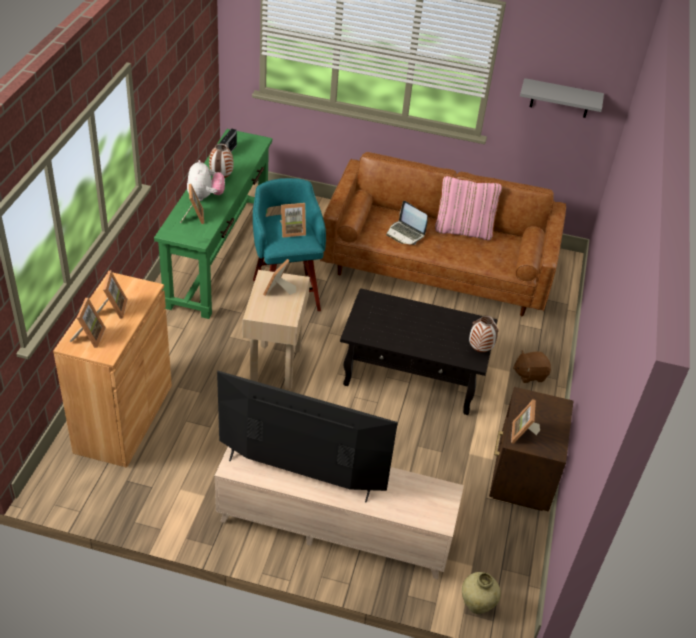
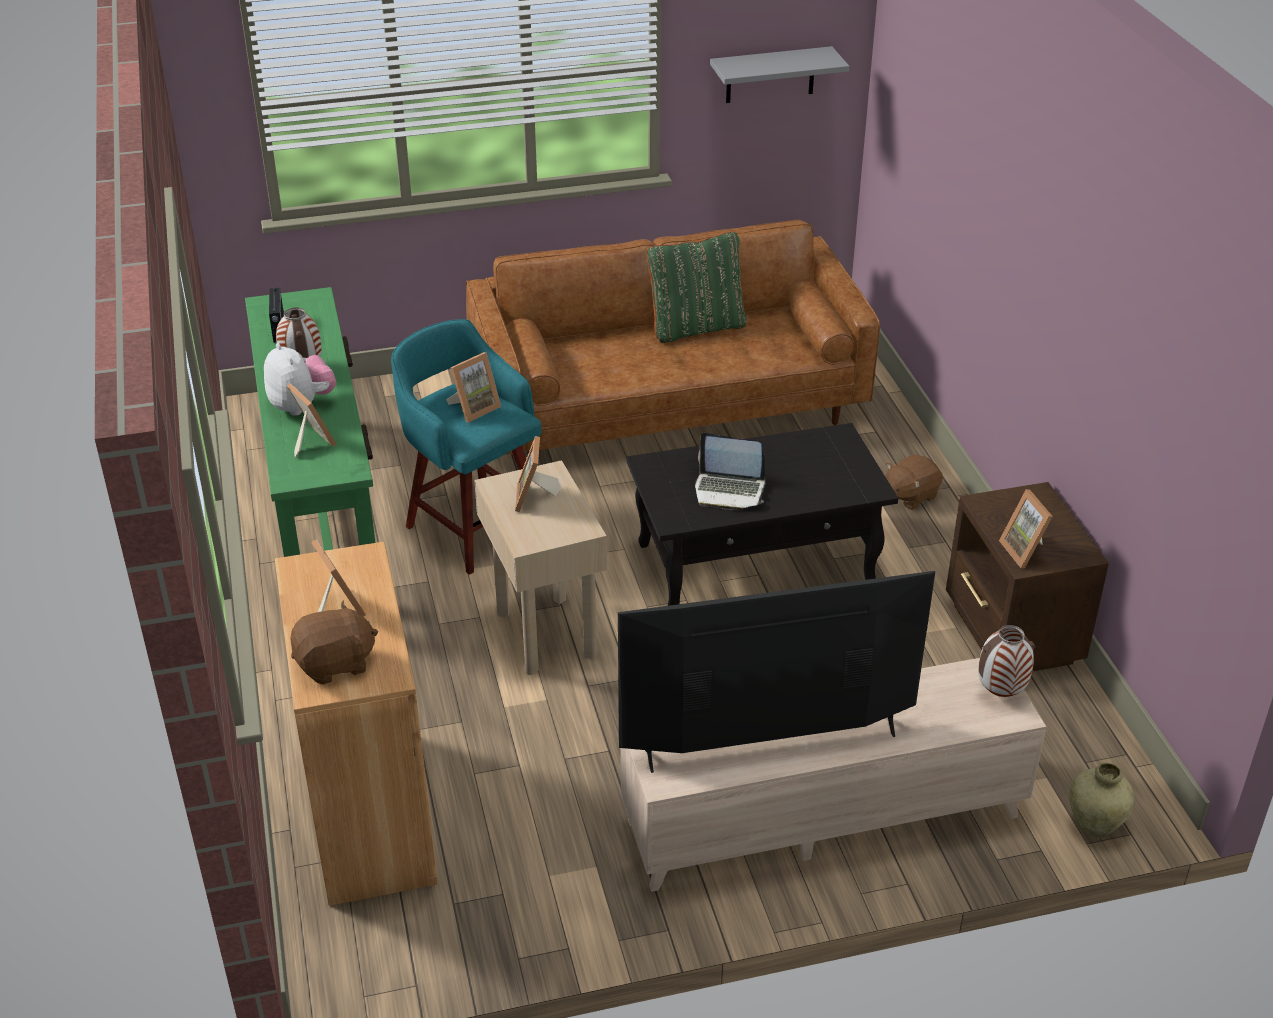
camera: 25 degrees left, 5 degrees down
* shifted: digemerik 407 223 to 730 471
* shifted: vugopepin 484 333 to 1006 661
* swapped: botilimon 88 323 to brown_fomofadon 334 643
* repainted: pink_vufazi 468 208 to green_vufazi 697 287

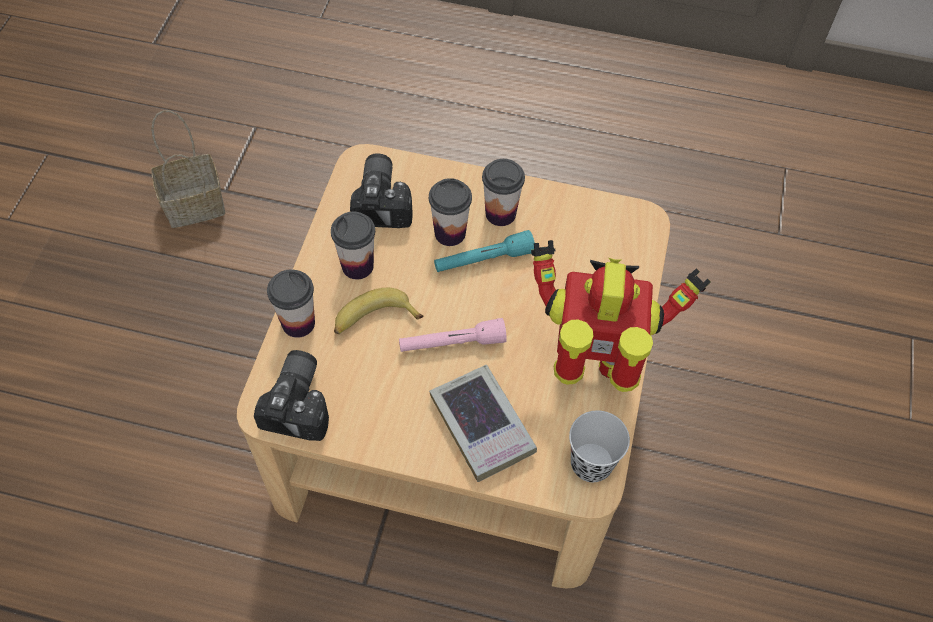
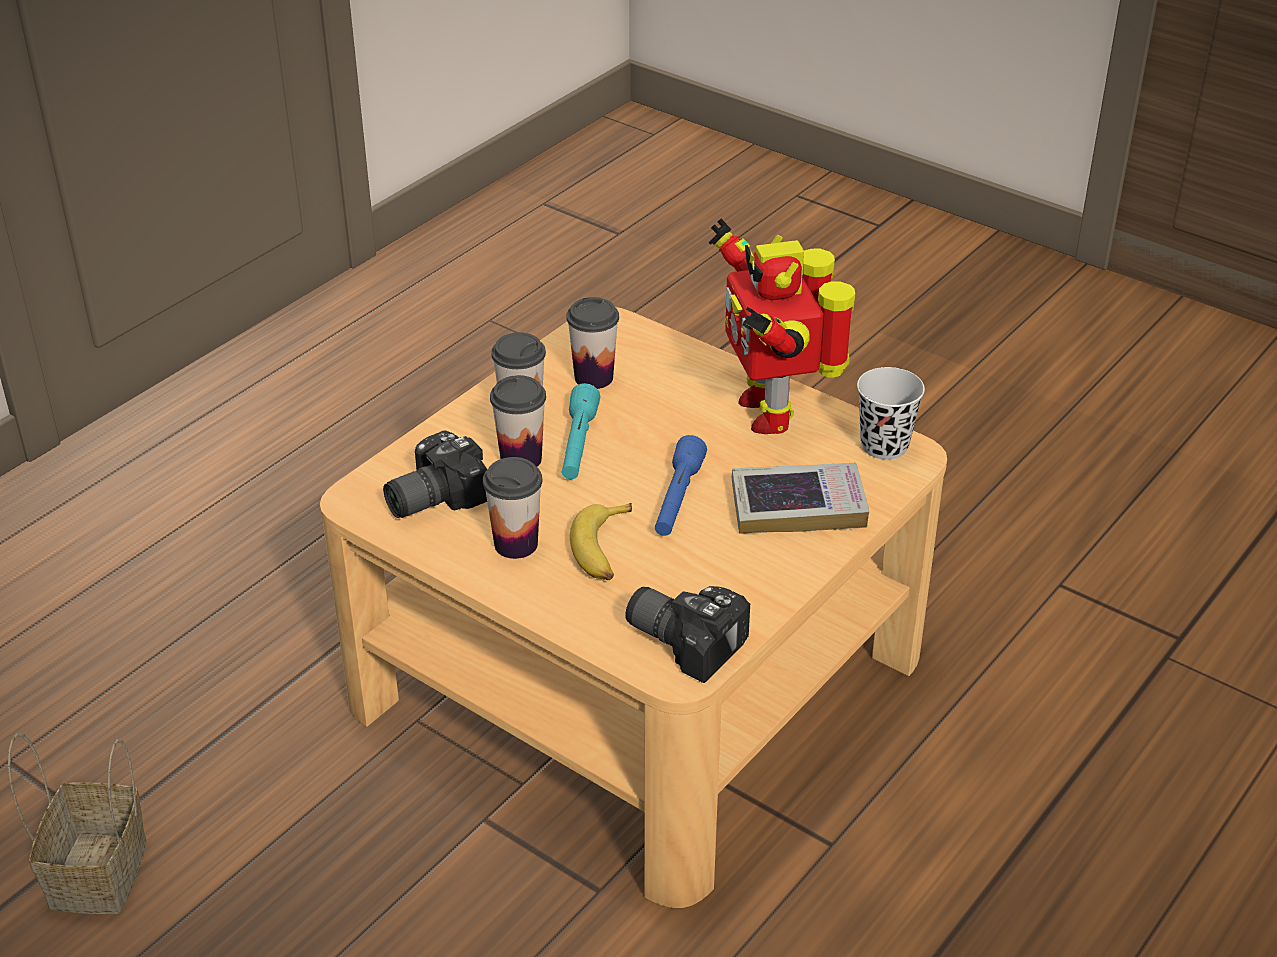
camera: 65 degrees left, 20 degrees down
* shifted: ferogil 291 303 to 592 343
* repainted: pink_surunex 453 335 to blue_surunex 681 485
* rotated: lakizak 381 190 = 435 474 60 degrees counterclockwise
* rotated: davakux 621 316 = 781 326 45 degrees counterclockwise

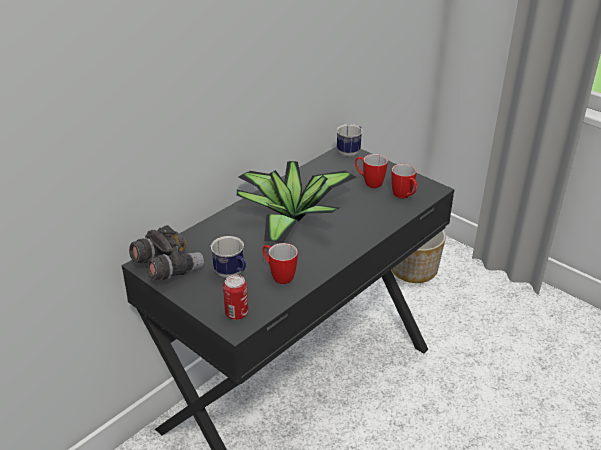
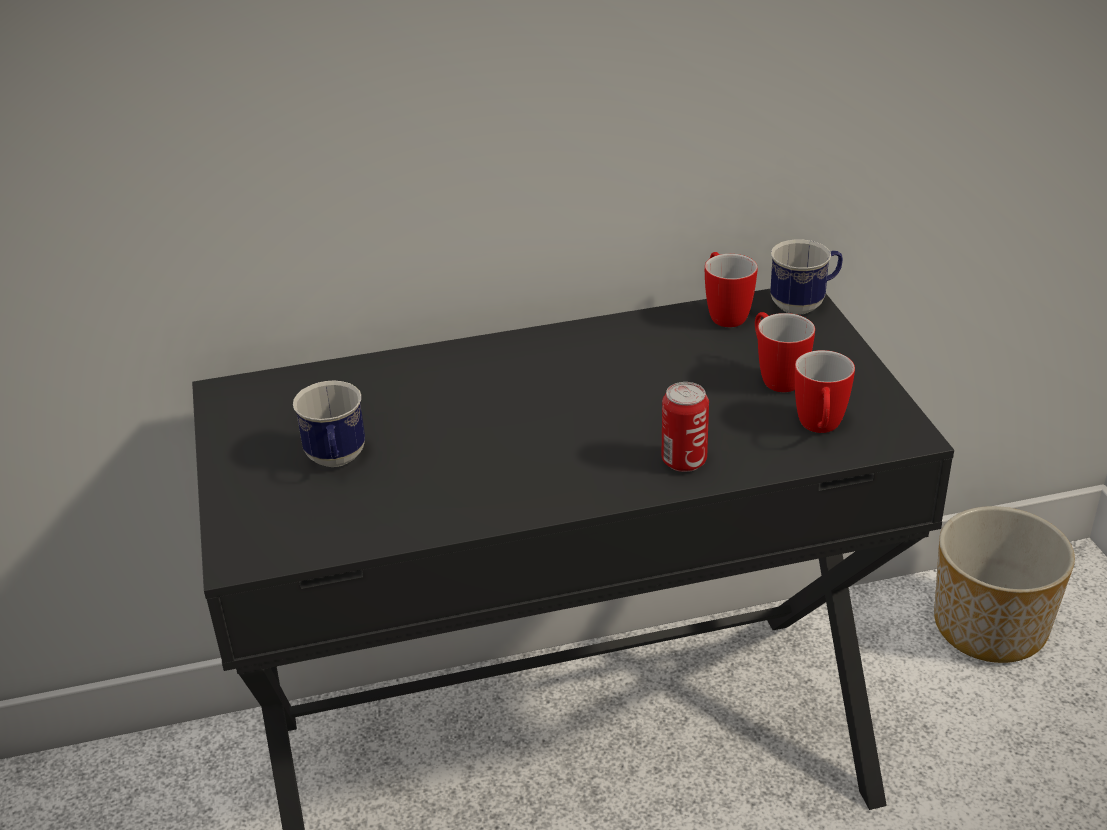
camera: 35 degrees right, 0 degrees up
* gone: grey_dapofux 166 253
* gone: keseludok 296 202
* shifted: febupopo 235 297 to 685 427
* shifted: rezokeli 280 263 to 731 289

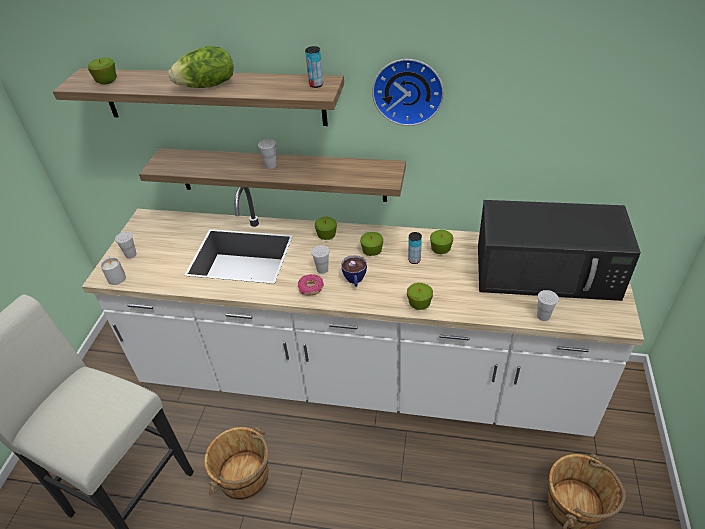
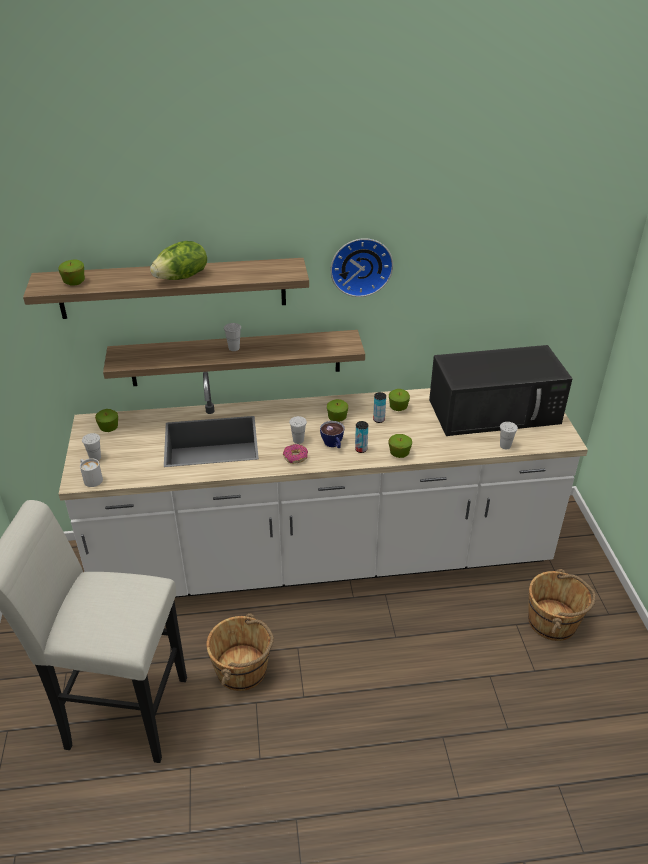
camera: 20 degrees left, 5 degrees down
* shifted: febupopo 314 67 to 361 437
* shifted: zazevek 326 228 to 106 420

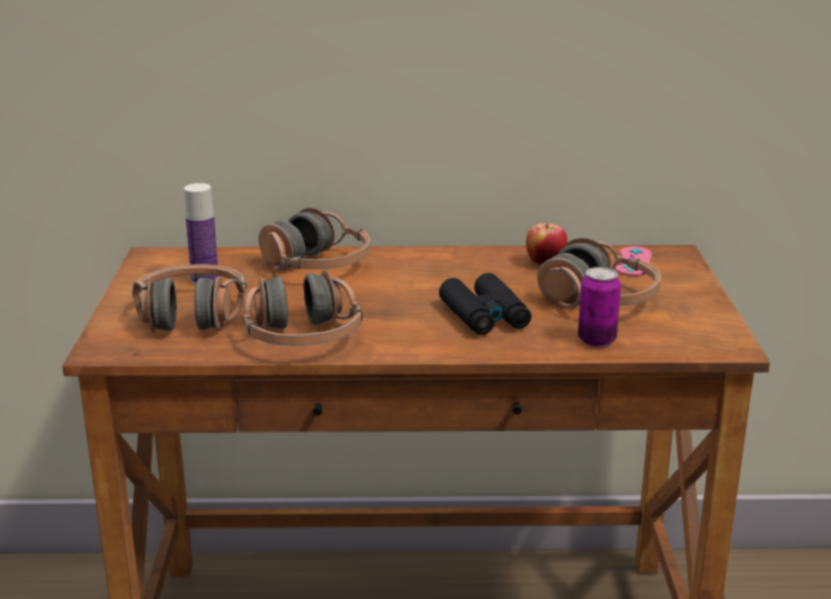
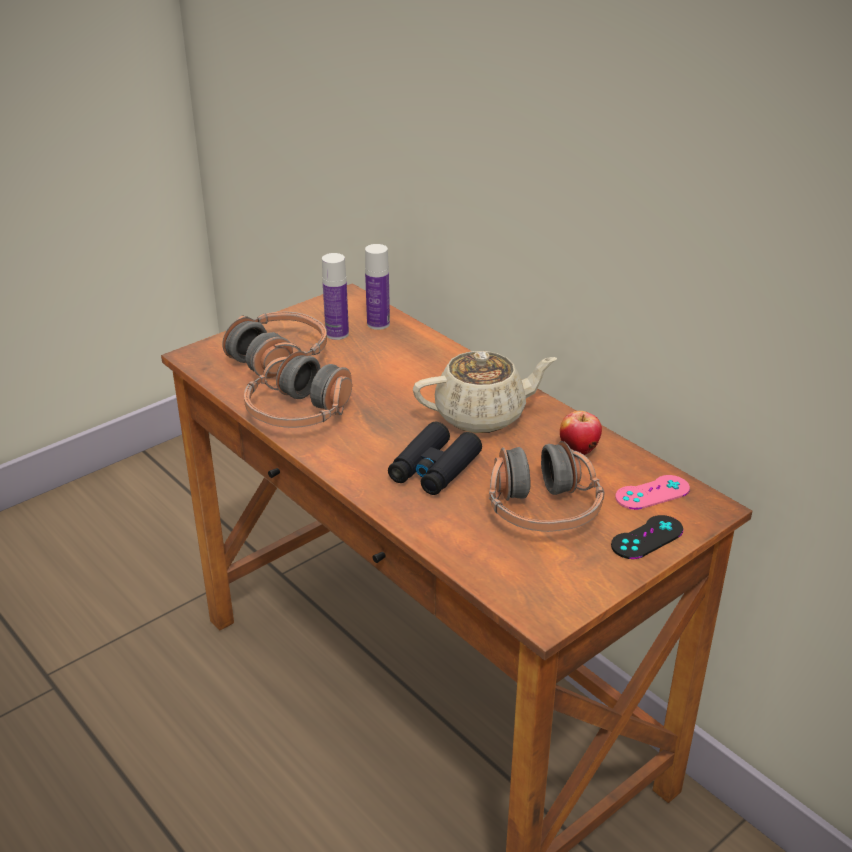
camera: 50 degrees right, 10 degrees up
* gone: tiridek 315 239
* gone: febupopo 599 307
* new: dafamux 377 287
* new: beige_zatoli 485 392
* new: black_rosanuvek 647 537

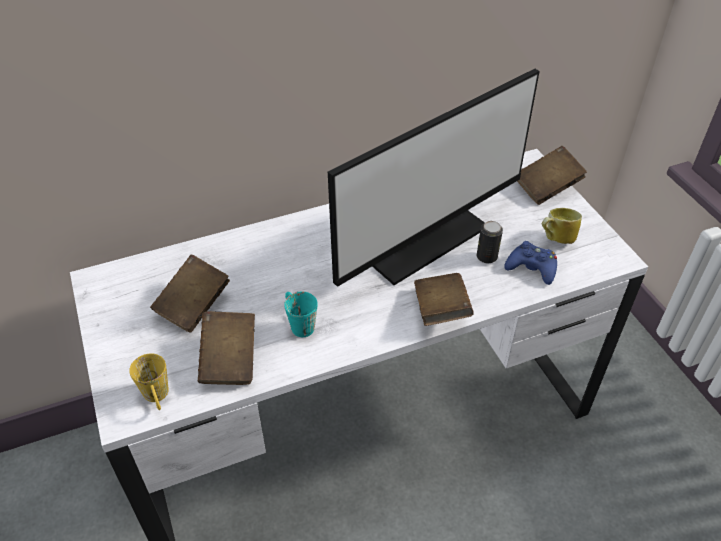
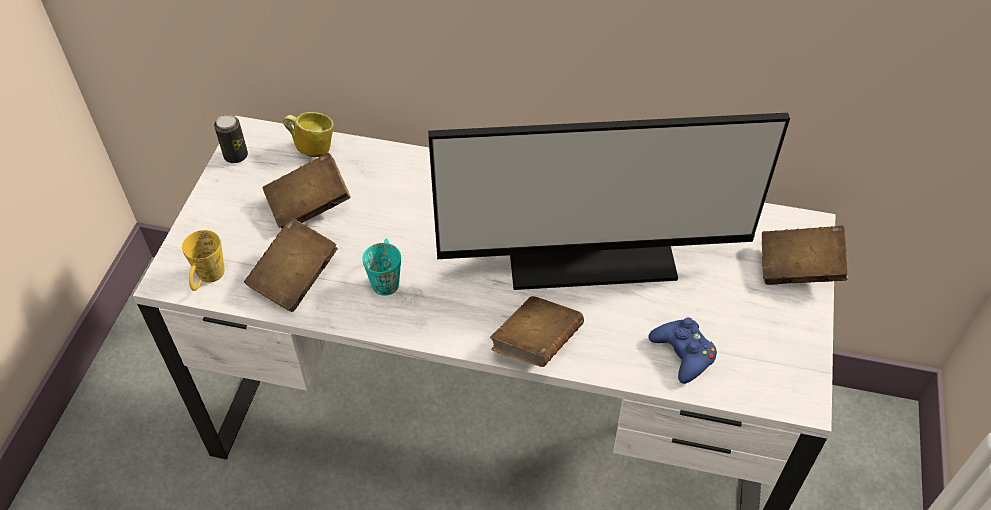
camera: 35 degrees right, 5 degrees up
* shifted: febupopo 490 242 to 231 138
* shifted: rezokeli 562 226 to 308 134

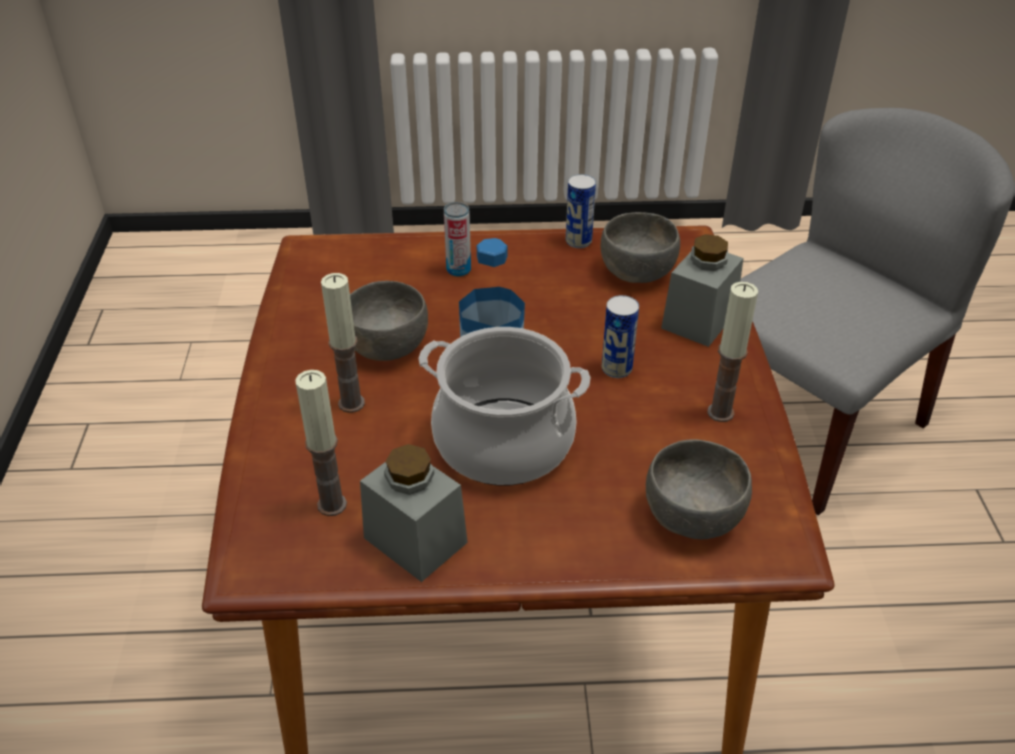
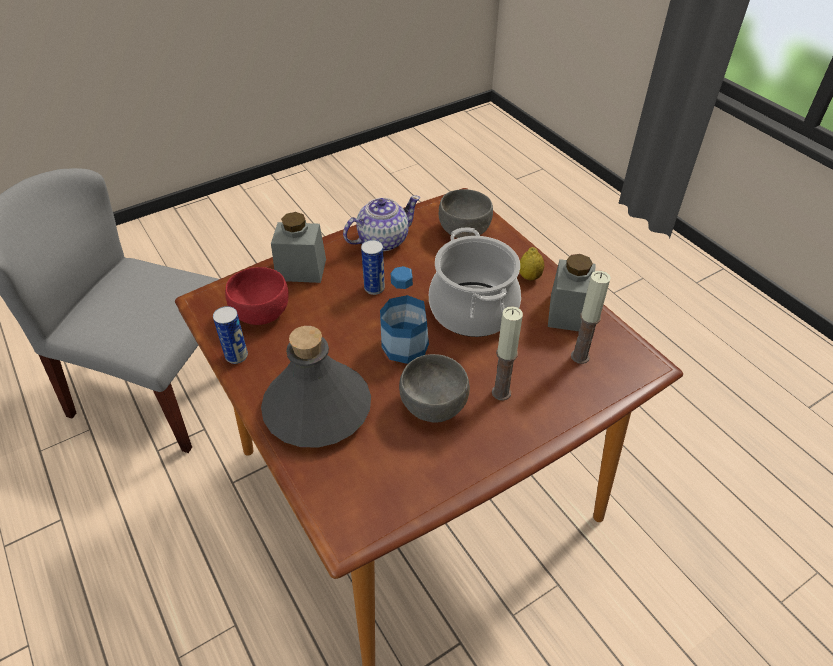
camera: 120 degrees left, 5 degrees up
* new: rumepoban 531 264
* swapped: febupopo 457 239 to grey_dafamux 316 387
* swapped: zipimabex 732 352 to zatoli 381 223
* repainted: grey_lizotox 640 247 to red_lizotox 257 296

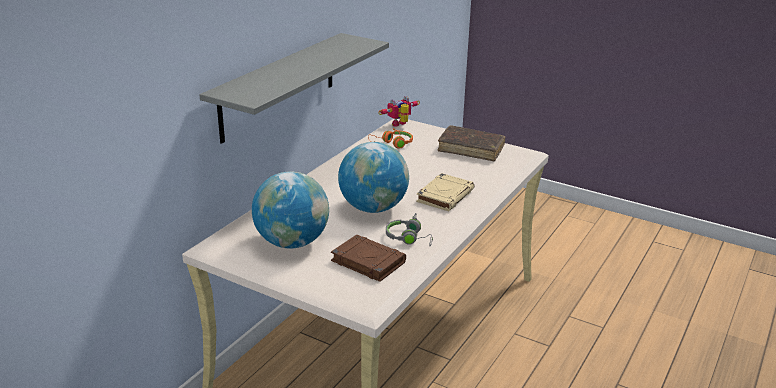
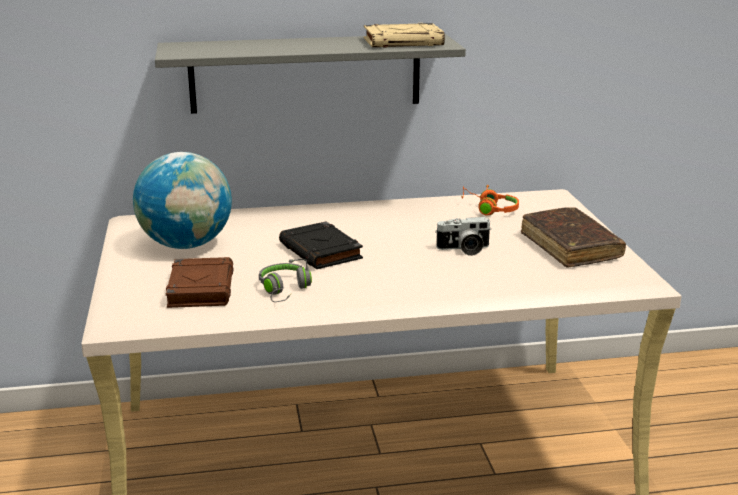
camera: 50 degrees right, 5 degrees down
* gone: davakux 399 111
* new: lakizak 463 236
* shifted: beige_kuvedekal 445 192 to 404 35
* swapped: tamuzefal 373 177 to black_kuvedekal 321 245

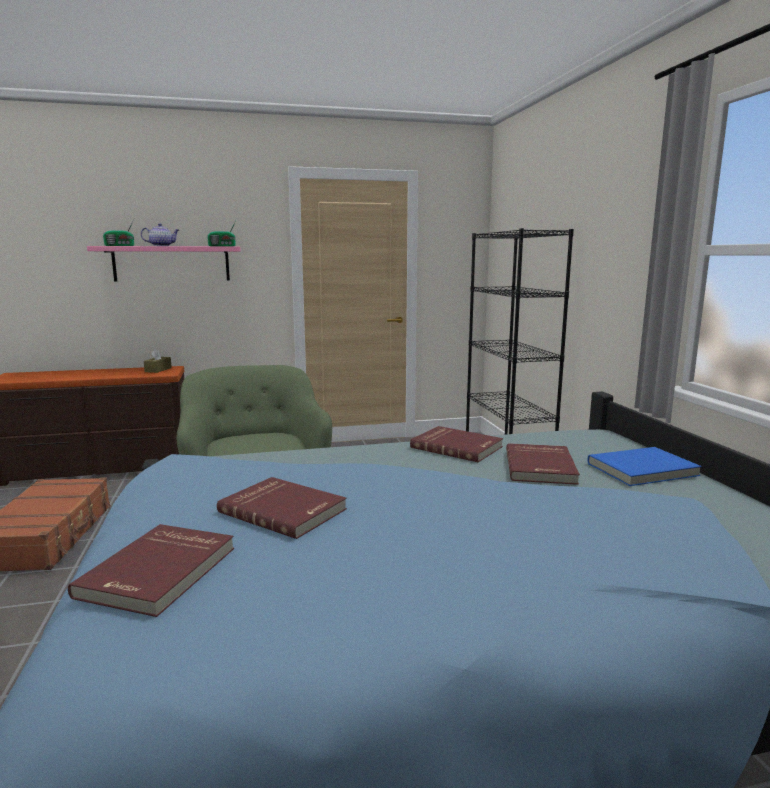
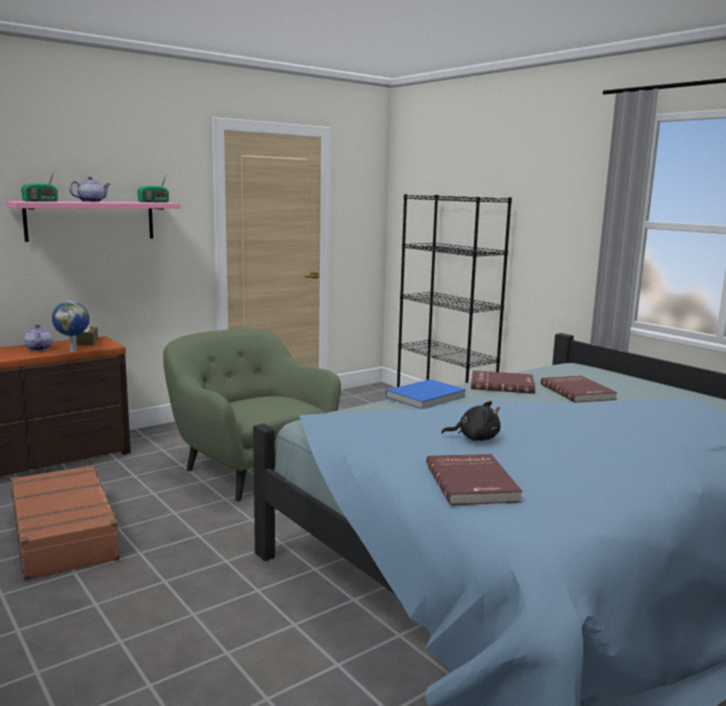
camera: 25 degrees left, 0 degrees up
* new: zatoli 38 337
* new: tamuzefal 71 326
* shifted: blue_kuvedekal 645 466 to 425 394
* swapped: red_kuvedekal 282 508 to black_fomofadon 471 421

